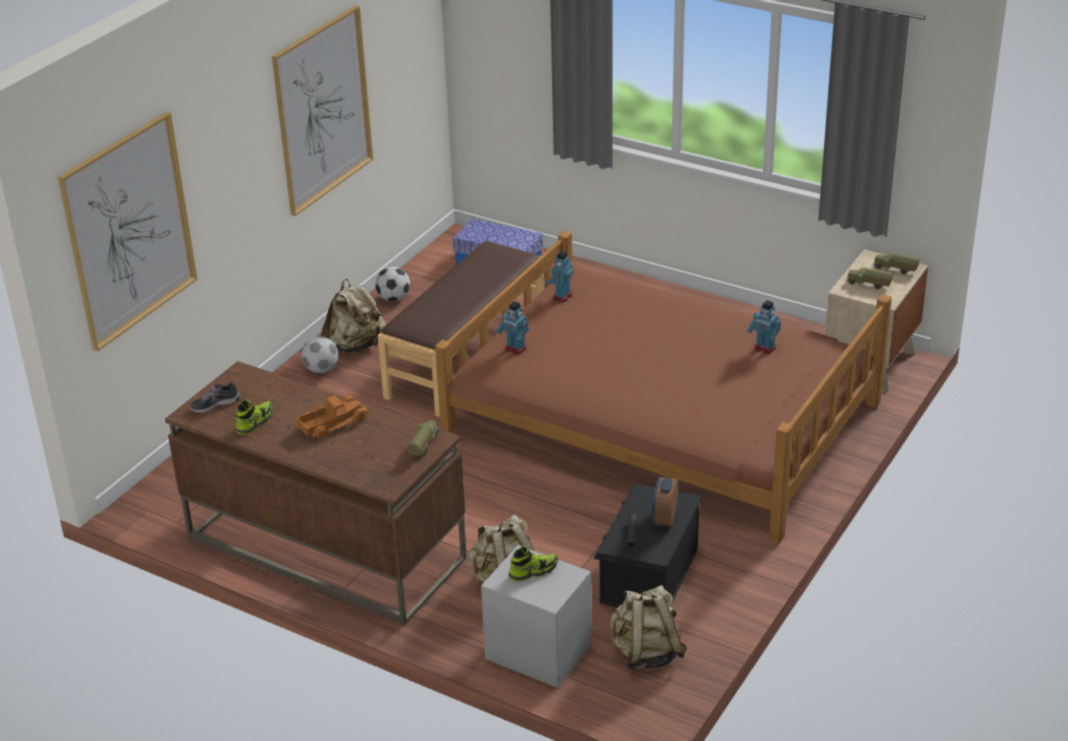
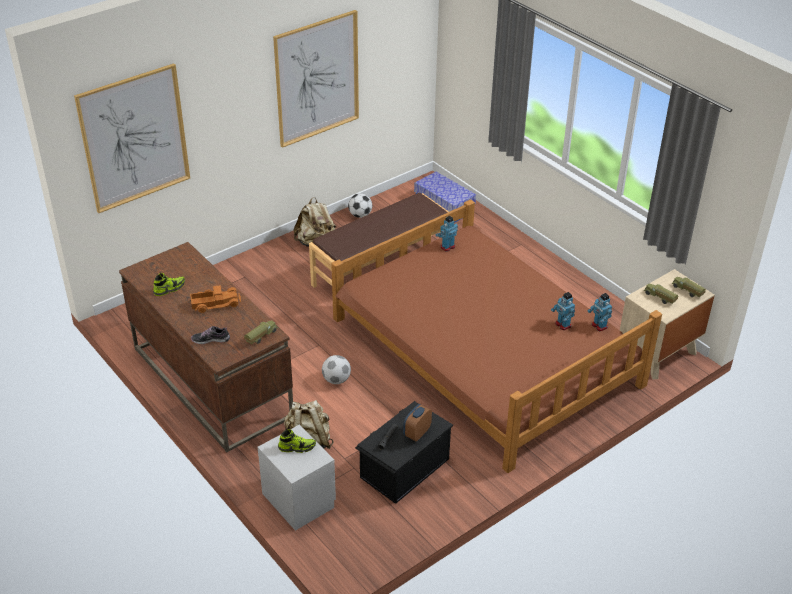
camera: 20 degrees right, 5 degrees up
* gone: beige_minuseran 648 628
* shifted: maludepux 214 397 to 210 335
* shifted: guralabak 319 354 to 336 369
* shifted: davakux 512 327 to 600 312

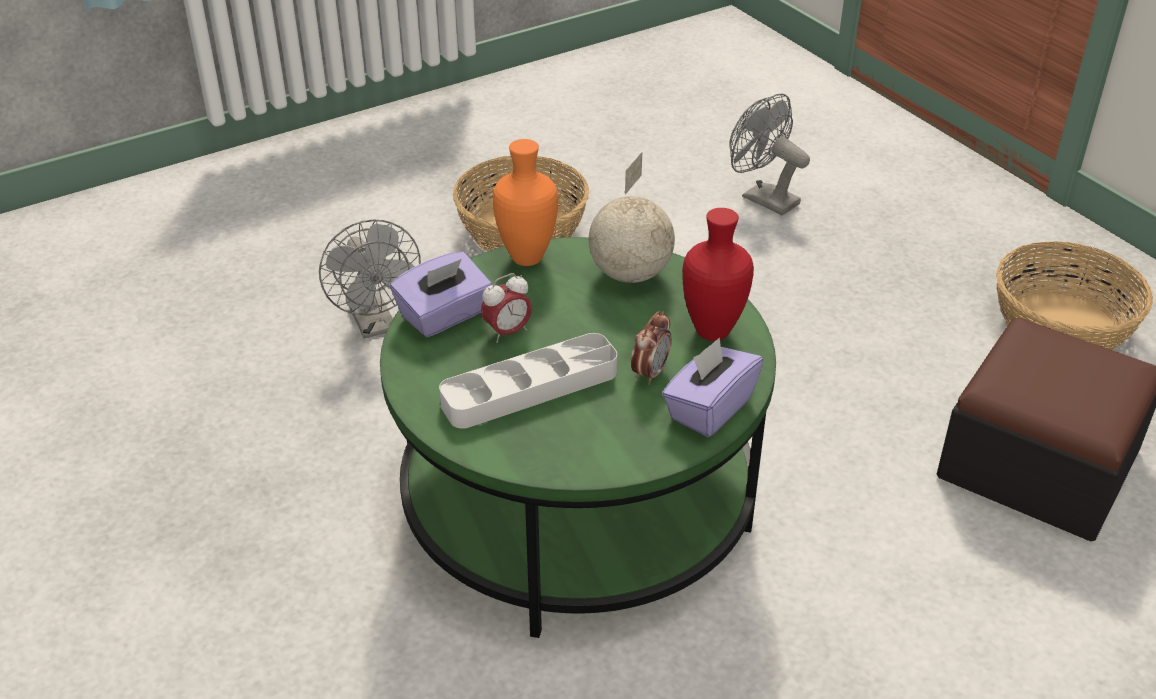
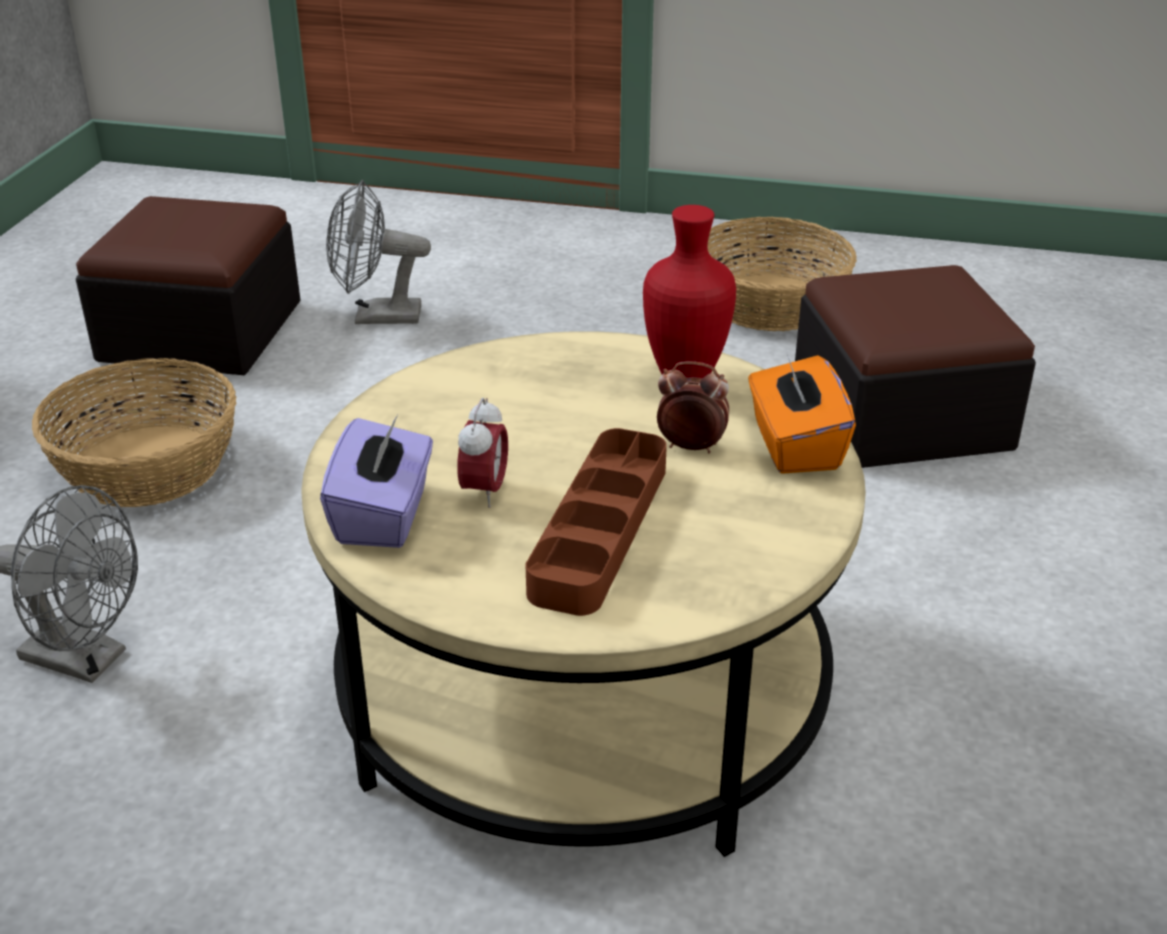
camera: 45 degrees left, 5 degrees down
* gone: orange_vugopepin 525 202
* gone: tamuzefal 632 217
* new: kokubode 188 285
* repainted: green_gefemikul 578 437 to beige_gefemikul 583 594
* repainted: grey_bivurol 528 380 to brown_bivurol 596 522
* repainted: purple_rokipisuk 712 387 to orange_rokipisuk 802 412
* rotated: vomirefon 651 348 = 693 407 60 degrees counterclockwise

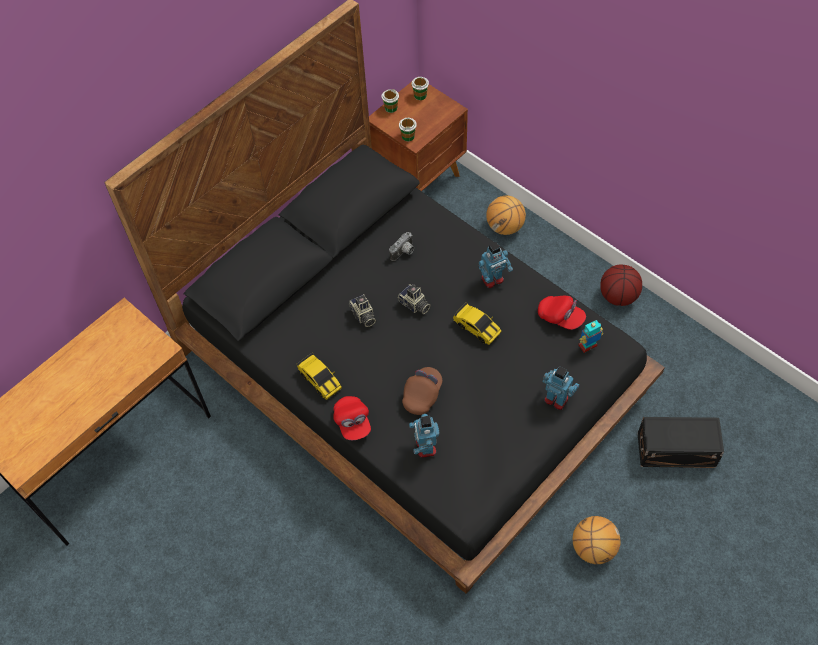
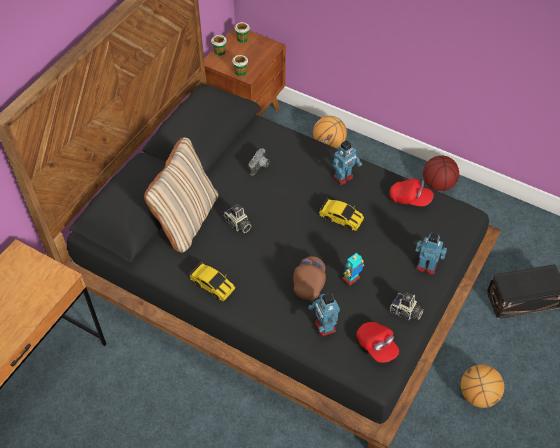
camera: 15 degrees left, 5 degrees down
* new: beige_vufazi 181 195
* shifted: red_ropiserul 352 418 to 377 342
* shifted: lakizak 414 299 to 406 306
* shifted: davakux 590 336 to 353 269

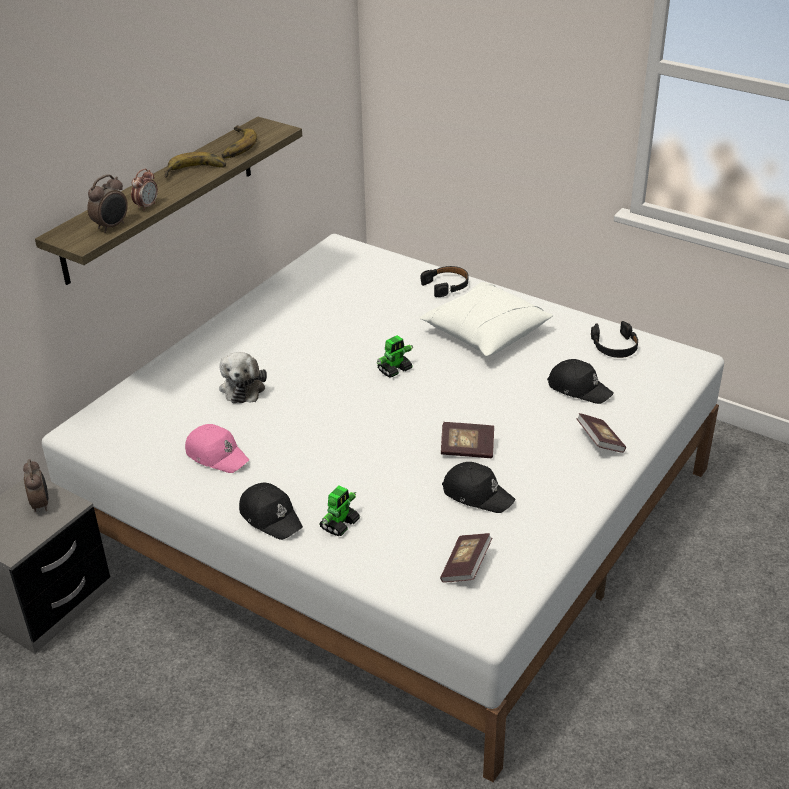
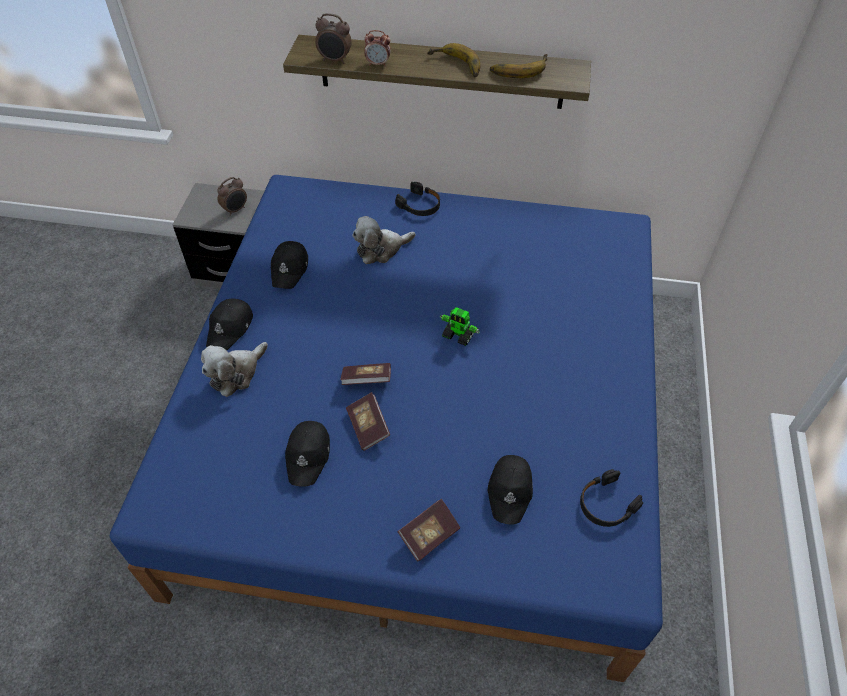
camera: 65 degrees right, 15 degrees up
* gone: white_vufazi 486 319
* shifted: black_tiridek 444 281 to 417 199
* shifted: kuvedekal 466 558 to 365 374
* swapped: davakux 339 510 to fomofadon 234 369
* repainted: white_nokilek 383 508 to blue_nokilek 386 428
* repainted: pink_ropiserul 217 448 to black_ropiserul 289 265

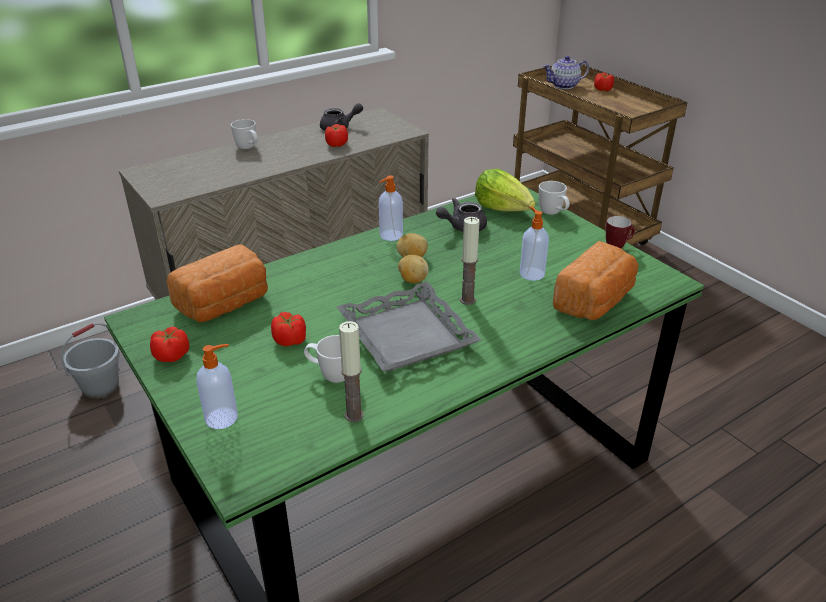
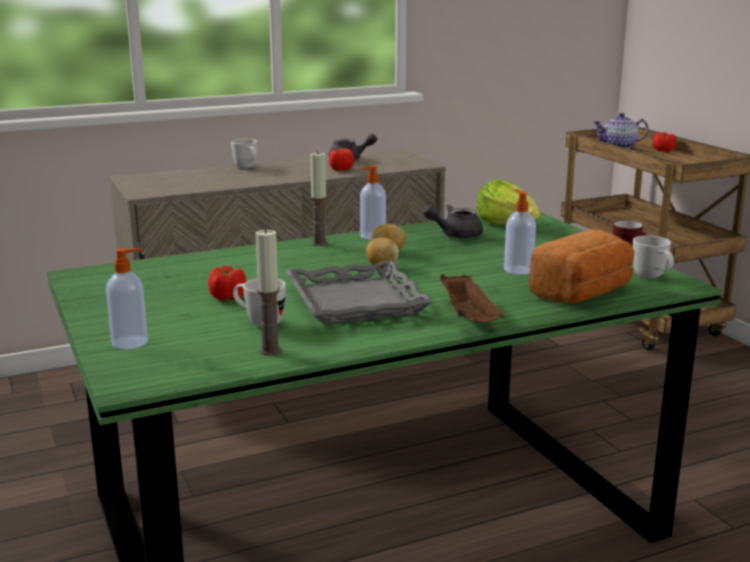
camera: 10 degrees right, 15 degrees down
* gone: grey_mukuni 90 361
* gone: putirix 169 344
* gone: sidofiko 217 283
* new: brown_bivurol 472 298
* shifted: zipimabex 470 261 to 319 198
* shifted: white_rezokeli 554 198 to 653 256

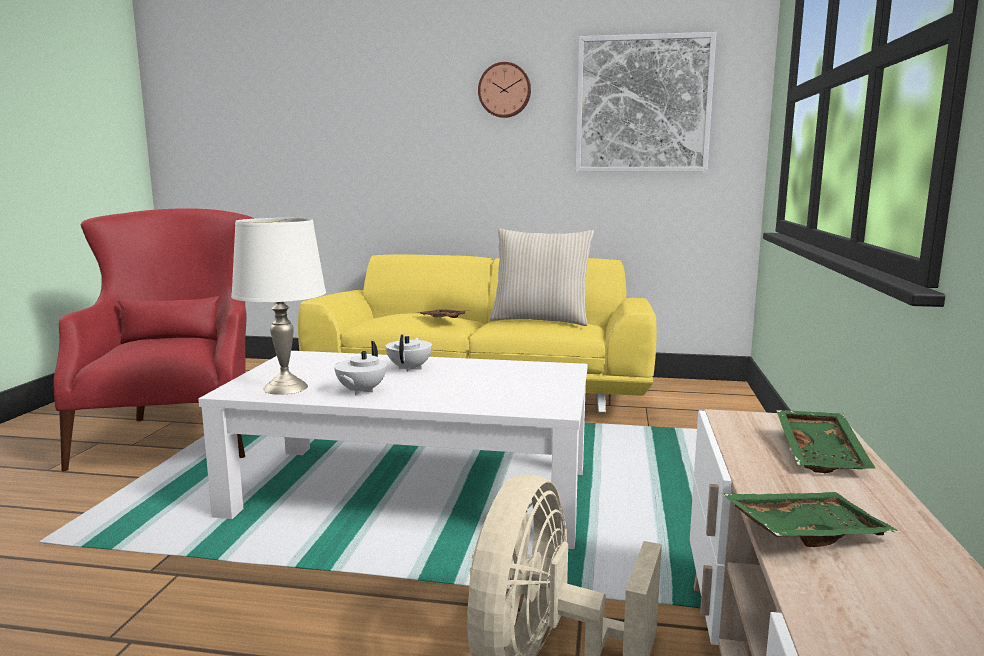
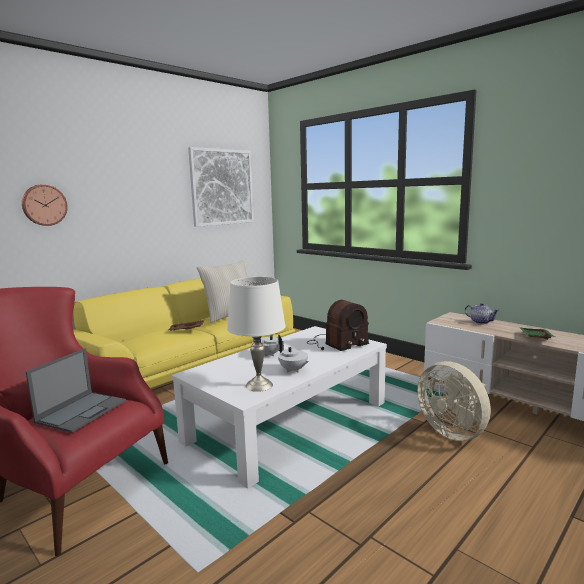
camera: 55 degrees left, 0 degrees up
* new: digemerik 76 390
* new: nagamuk 338 325
* shifted: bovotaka 504 90 to 45 205
* swapped: green_bivurol 826 441 to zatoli 482 313

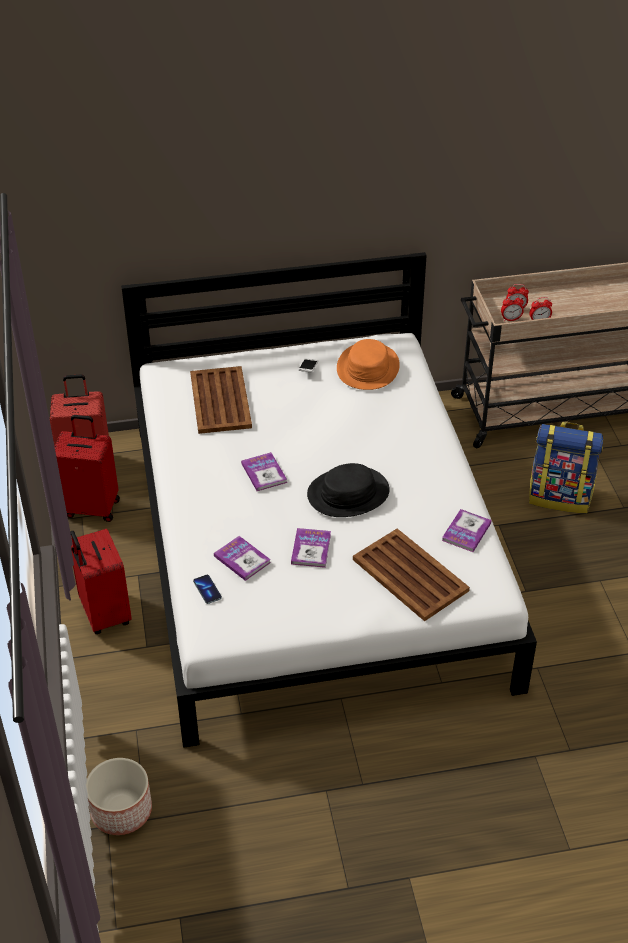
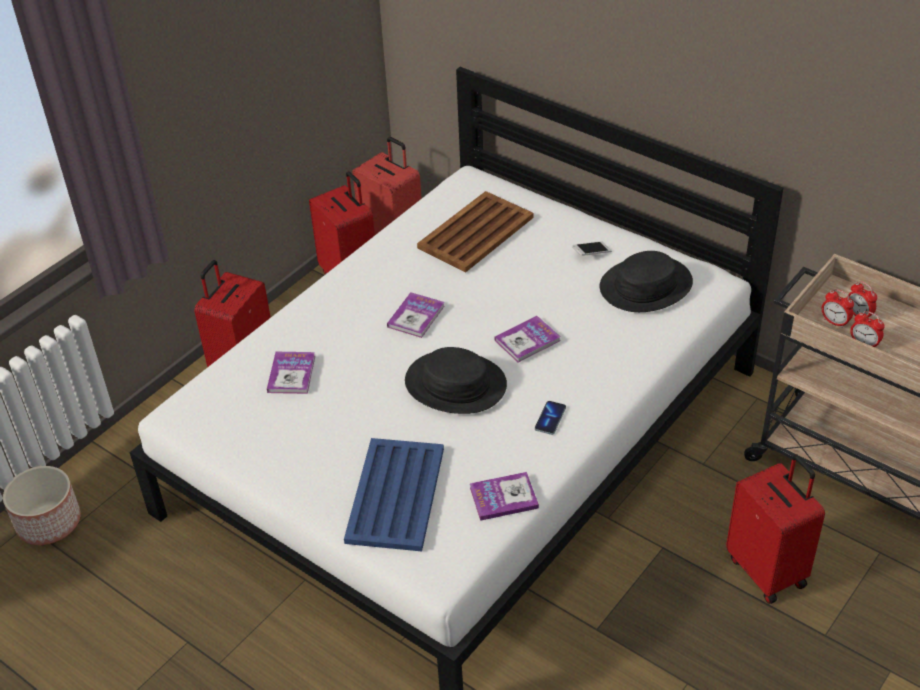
camera: 50 degrees right, 0 degrees up
* shifted: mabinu 207 589 to 550 418
* shifted: kuvedekal 311 548 to 527 339
* swapped: minuseran 566 467 to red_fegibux 775 529
* repainted: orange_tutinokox 368 364 to black_tutinokox 646 281
* repainted: brown_bivurol 411 575 to blue_bivurol 394 495

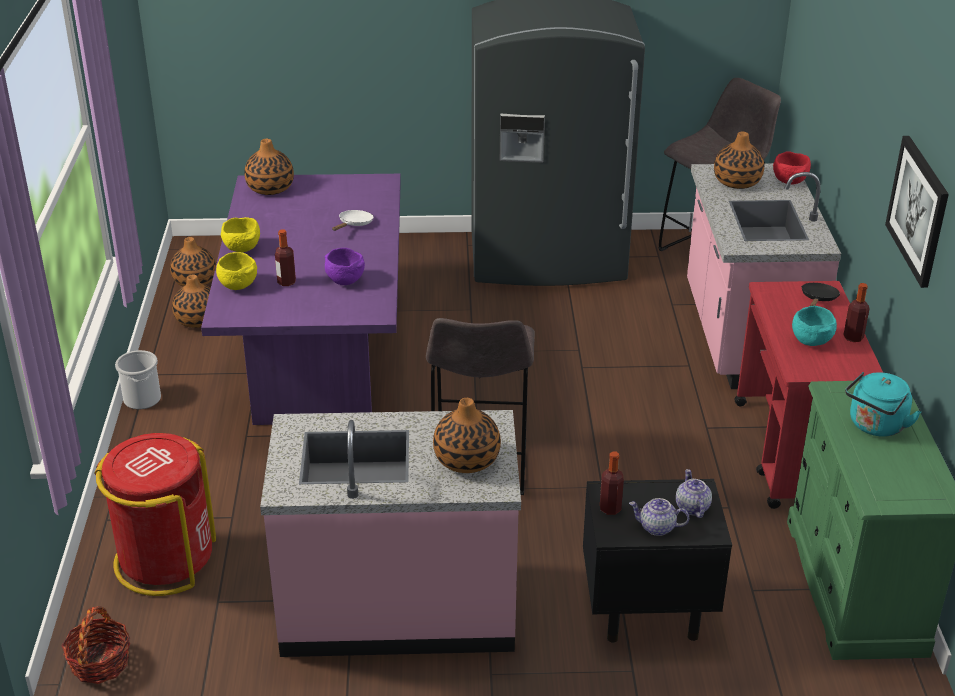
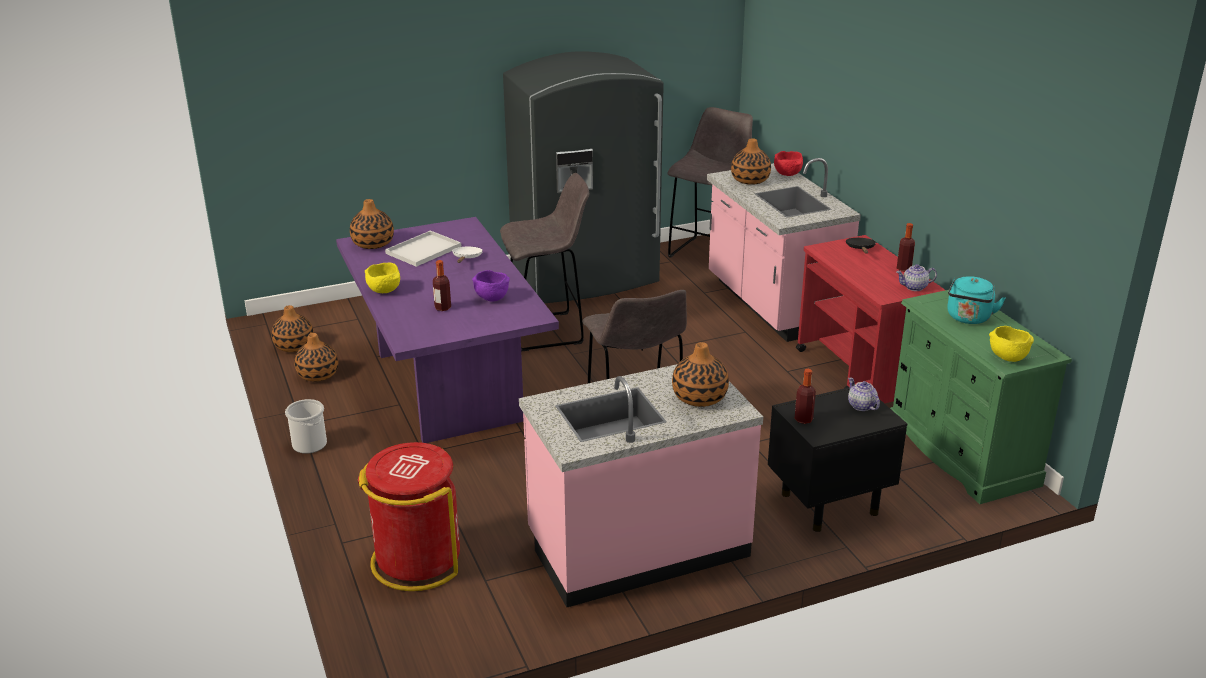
camera: 20 degrees left, 5 degrees down
* gone: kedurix 95 645
* gone: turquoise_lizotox 814 326
* gone: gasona 917 212
* new: white_bivurol 423 248
* new: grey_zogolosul 544 262
* shifted: yellow_lizotox 236 271 to 1011 344
* shifted: zatoli 659 517 to 916 277

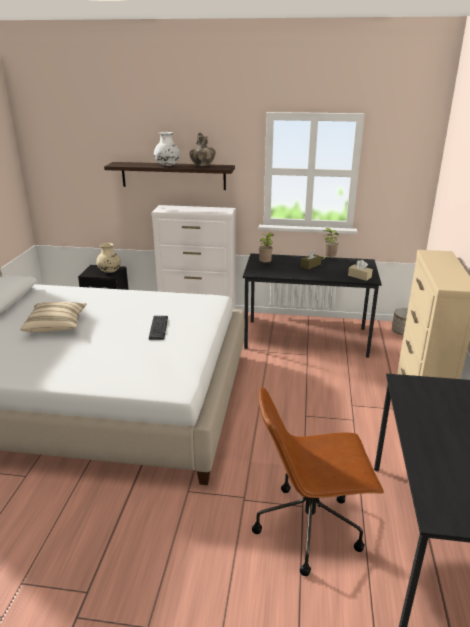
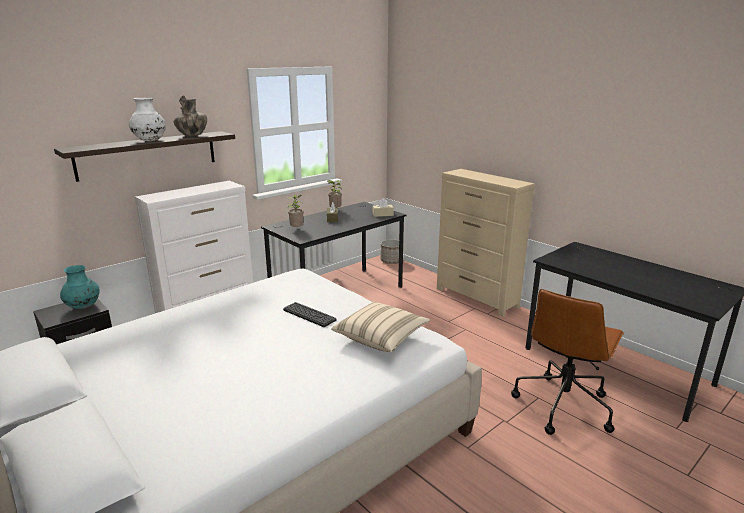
camera: 50 degrees left, 5 degrees down
* shifted: beige_vufazi 53 317 to 380 326
* repainted: beige_vugopepin 108 258 to turquoise_vugopepin 80 287

